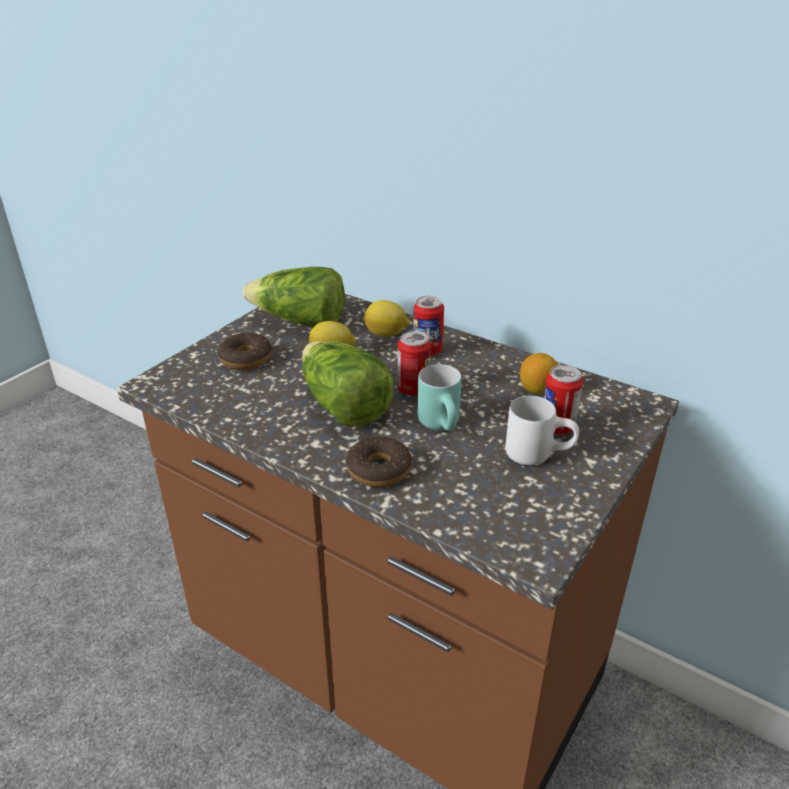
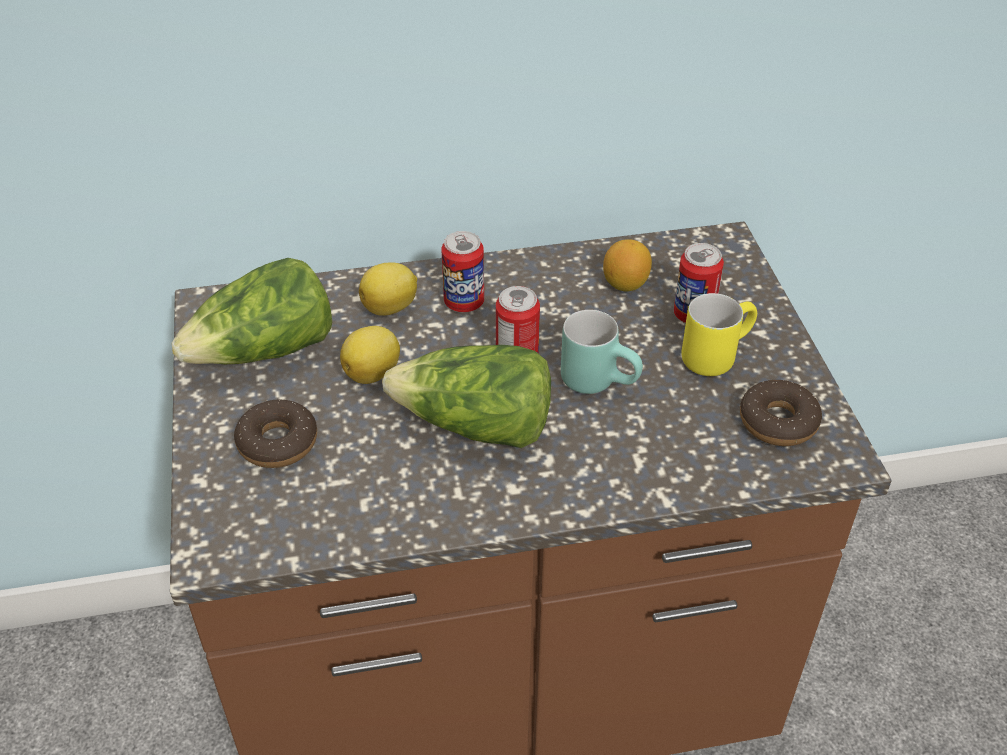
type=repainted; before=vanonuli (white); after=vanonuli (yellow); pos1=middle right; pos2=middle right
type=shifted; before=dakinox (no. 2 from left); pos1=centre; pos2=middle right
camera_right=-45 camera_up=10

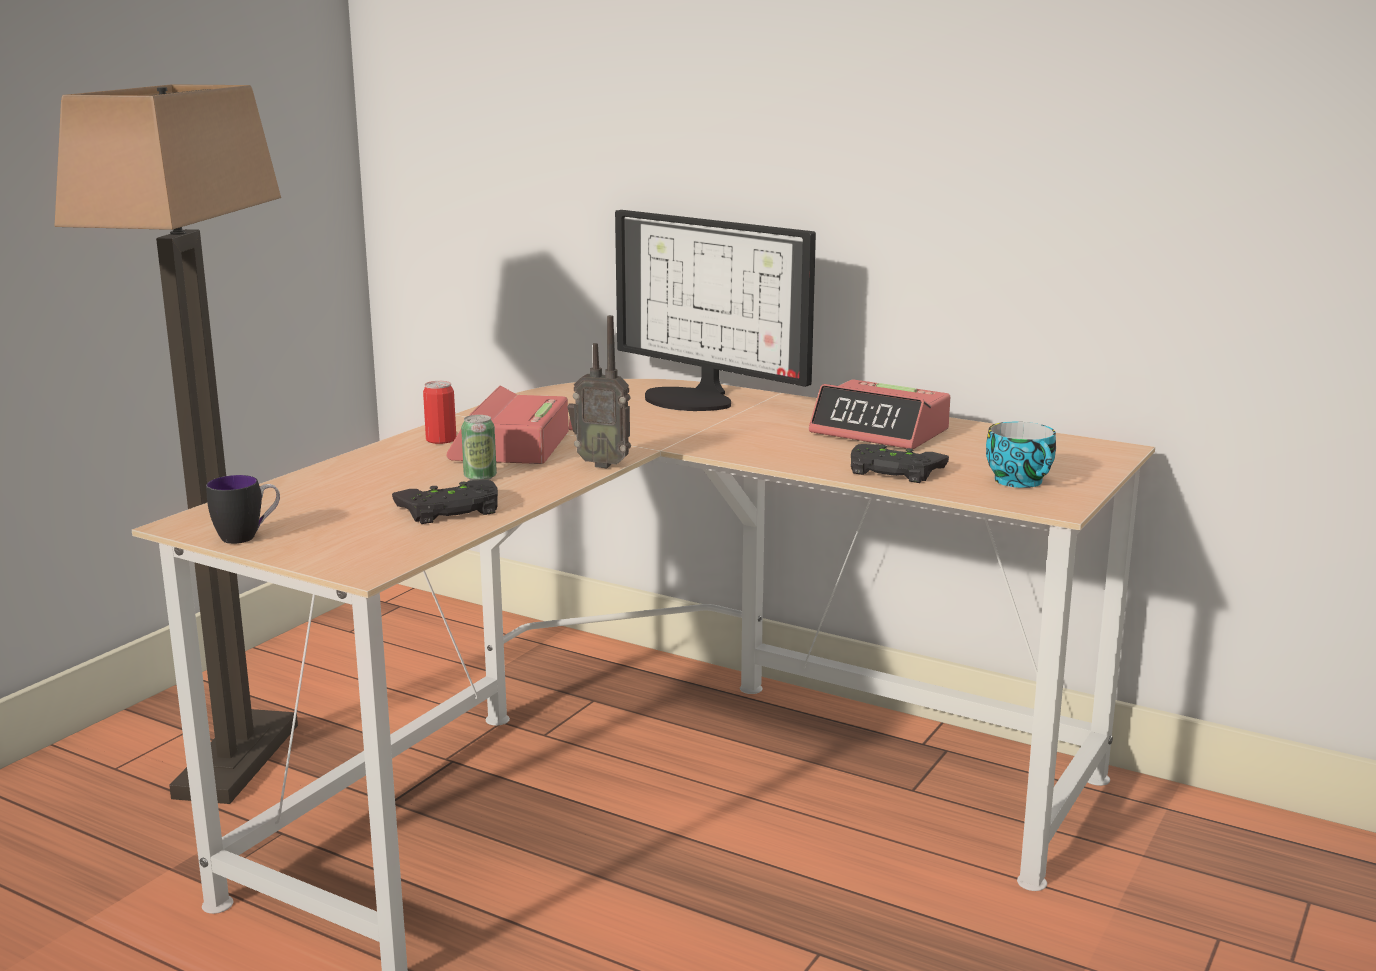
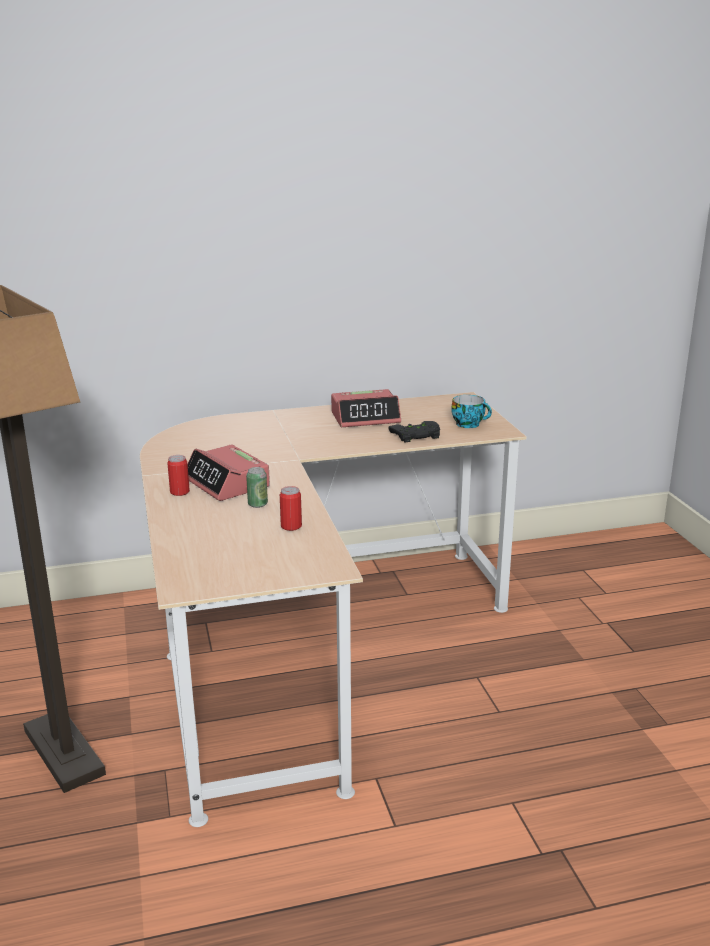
type=gone; before=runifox; pos1=top centre
type=gone; before=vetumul; pos1=centre
type=gone; before=vanonuli; pos1=middle left
type=swapped; before=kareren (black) (no. 1 from left); after=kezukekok (no. 3 from left); pos1=middle left; pos2=centre
camera_right=-45 camera_up=5

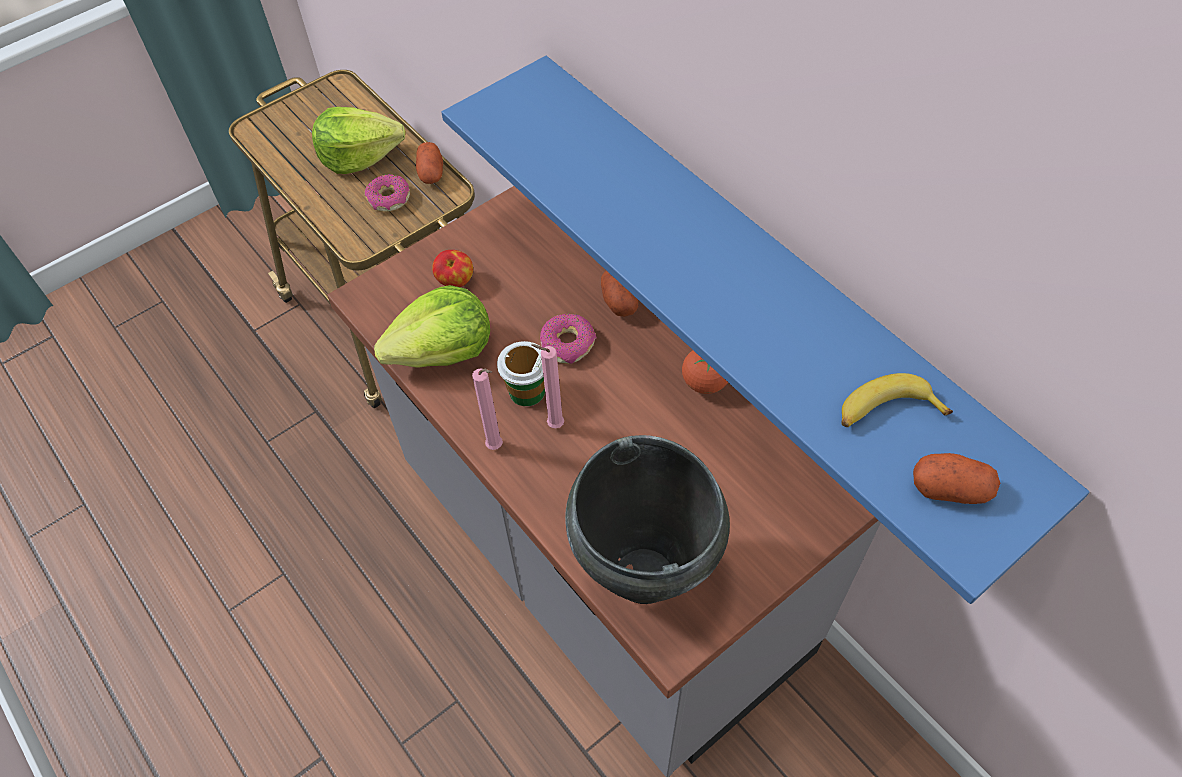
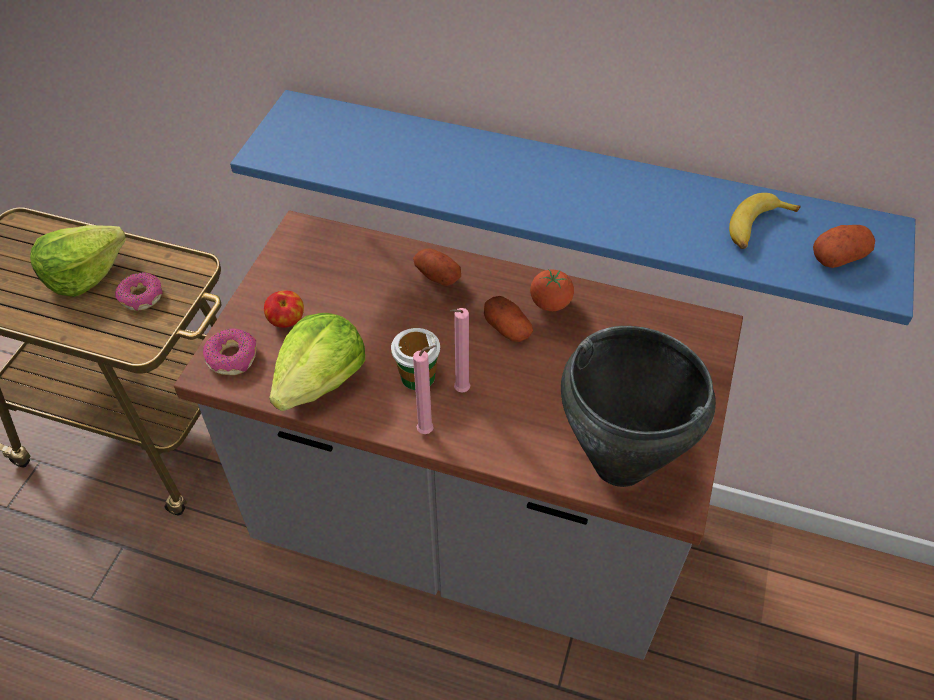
type=shifted; before=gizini (no. 1 from left in the first image); after=gizini (no. 2 from left); pos1=top centre; pos2=centre
type=shifted; before=dakinox (no. 2 from left); pos1=centre; pos2=middle left
camera_right=-35 camera_up=-5

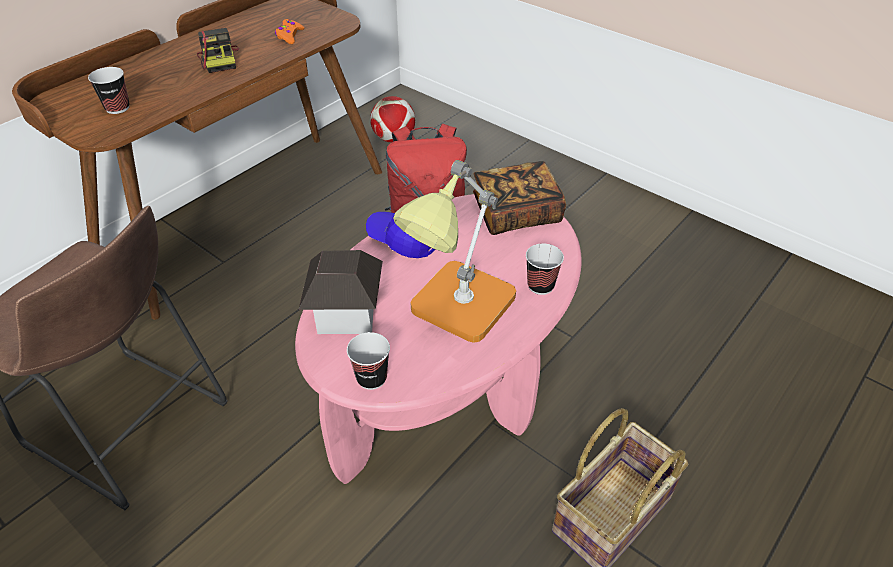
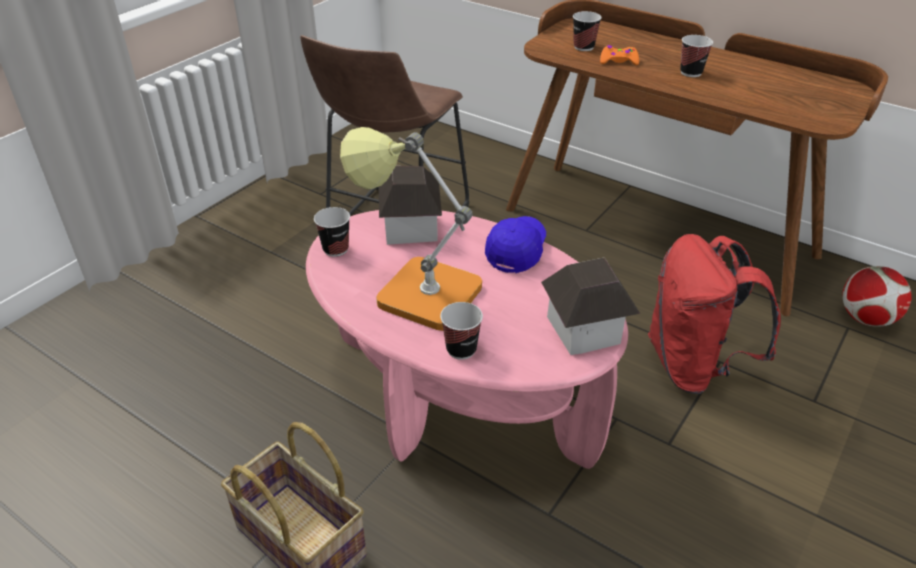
type=shifted; before=kareren (orange); pos1=top left; pos2=top right
type=swapped; before=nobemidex; after=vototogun (no. 4 from left); pos1=top left; pos2=top right
type=swapped; before=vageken; after=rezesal (no. 2 from left); pos1=centre; pos2=centre
camera_right=85 camera_up=-5

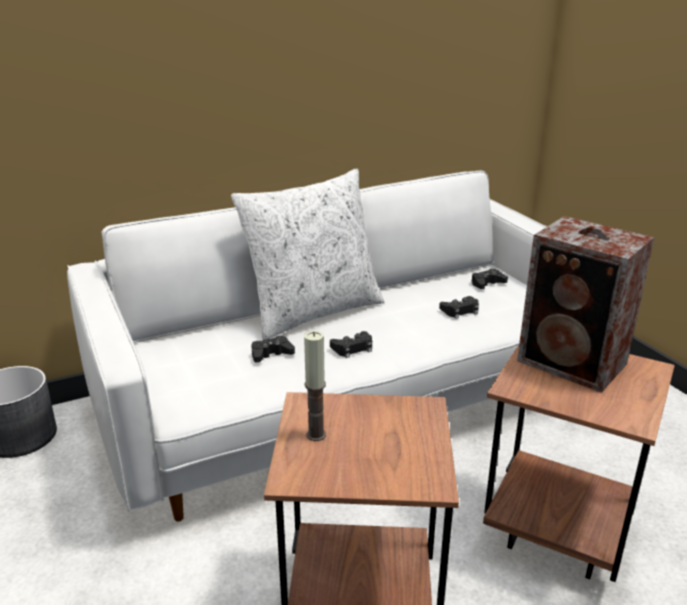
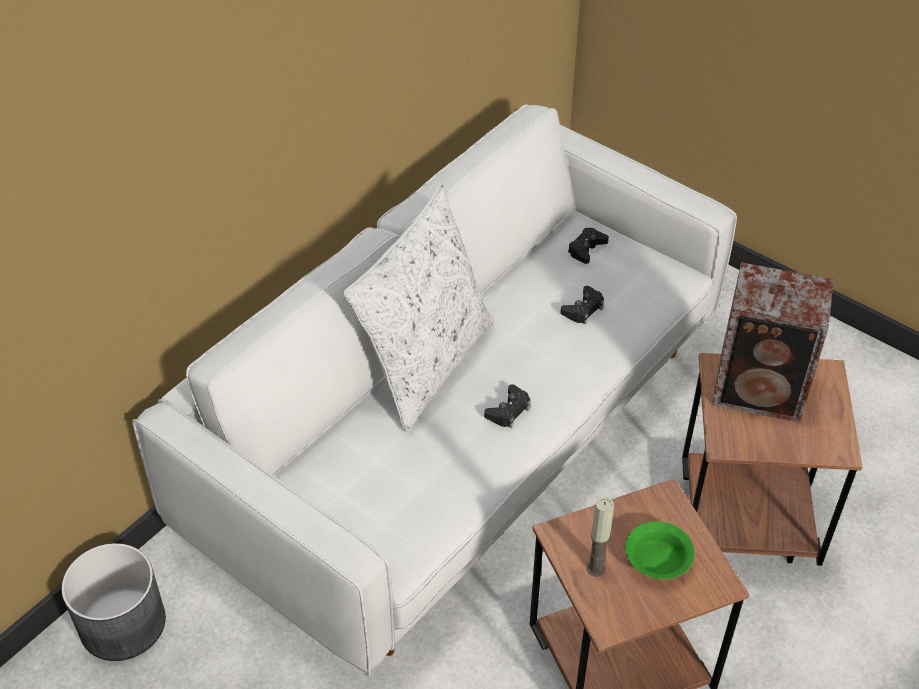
type=gone; before=kareren (black) (no. 1 from left); pos1=centre
type=new; after=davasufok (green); pos2=bottom right
camera_right=-25 camera_up=20

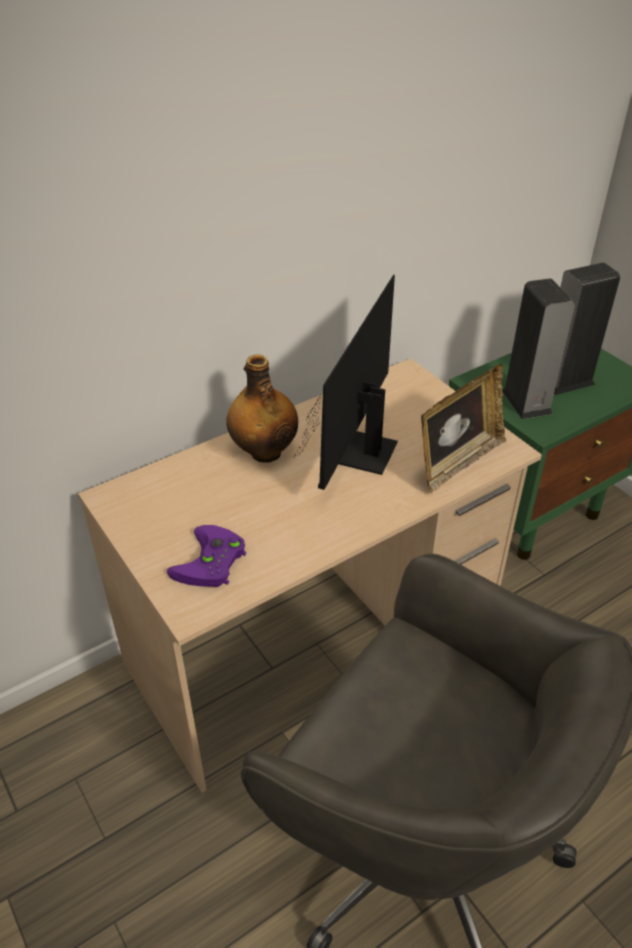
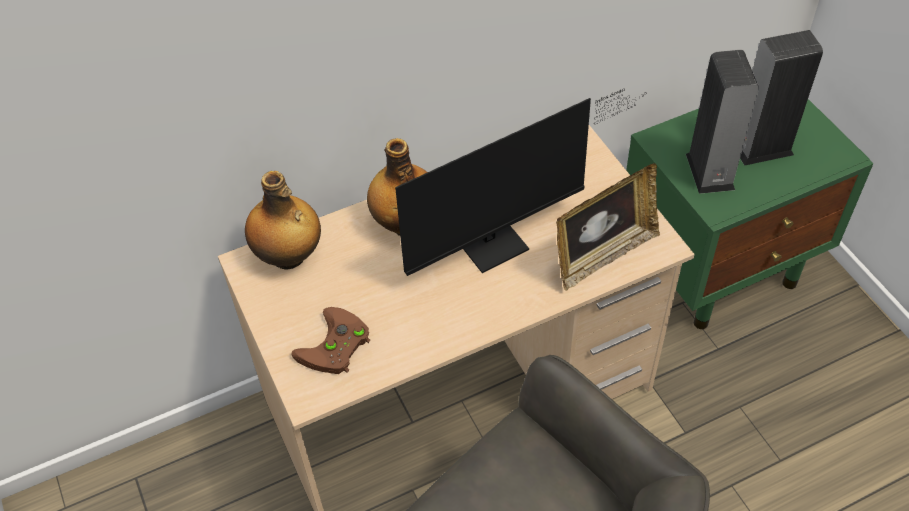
type=rotated; before=runifox; pos1=centre; pos2=centre; turn=-150
type=repainted; before=kareren (purple); after=kareren (brown); pos1=middle left; pos2=centre
type=new; after=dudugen (no. 1 from left); pos2=middle left
camera_right=10 camera_up=10

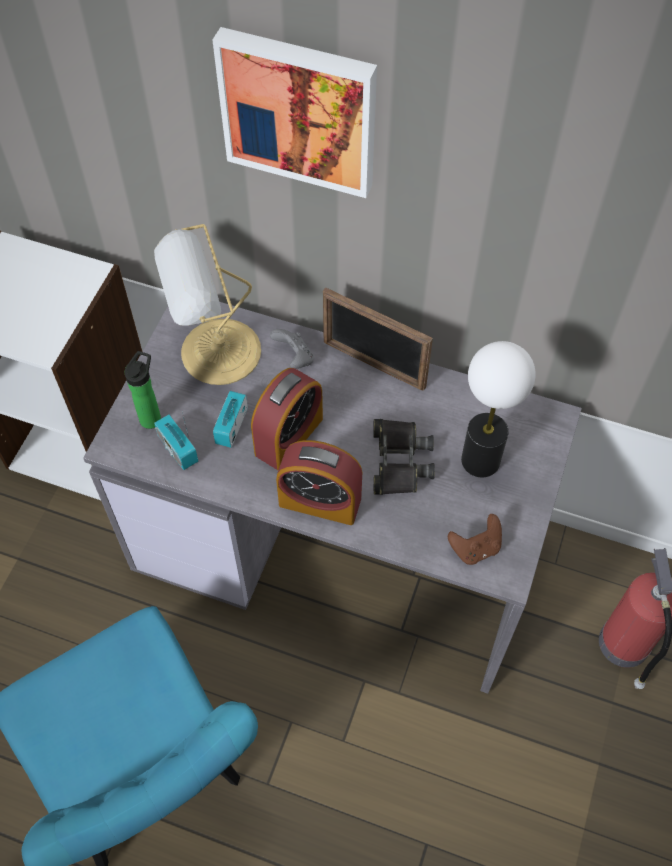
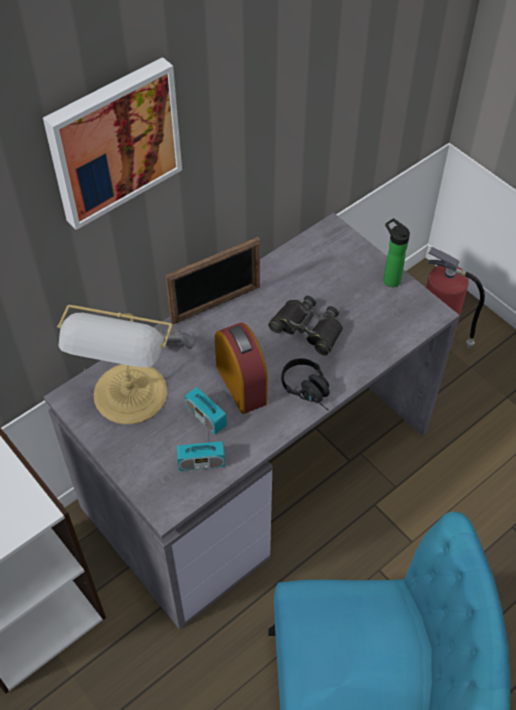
type=gone; before=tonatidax (no. 2 from left); pos1=middle right
type=shifted; before=dudugen; pos1=middle left; pos2=middle right
type=swapped; before=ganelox (no. 2 from left); after=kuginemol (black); pos1=centre; pos2=centre
type=gone; before=kareren (brown); pos1=middle right
camera_right=-60 camera_up=-5

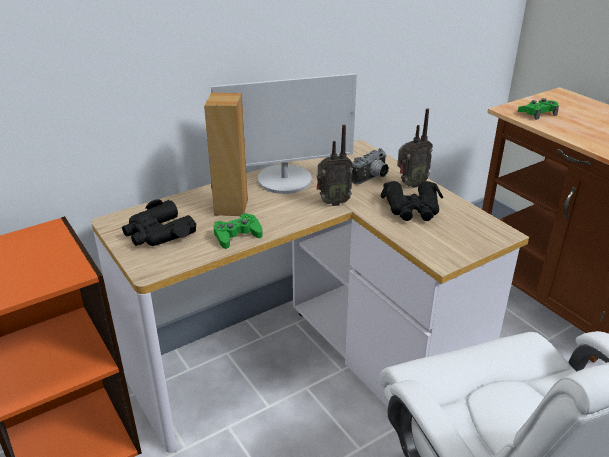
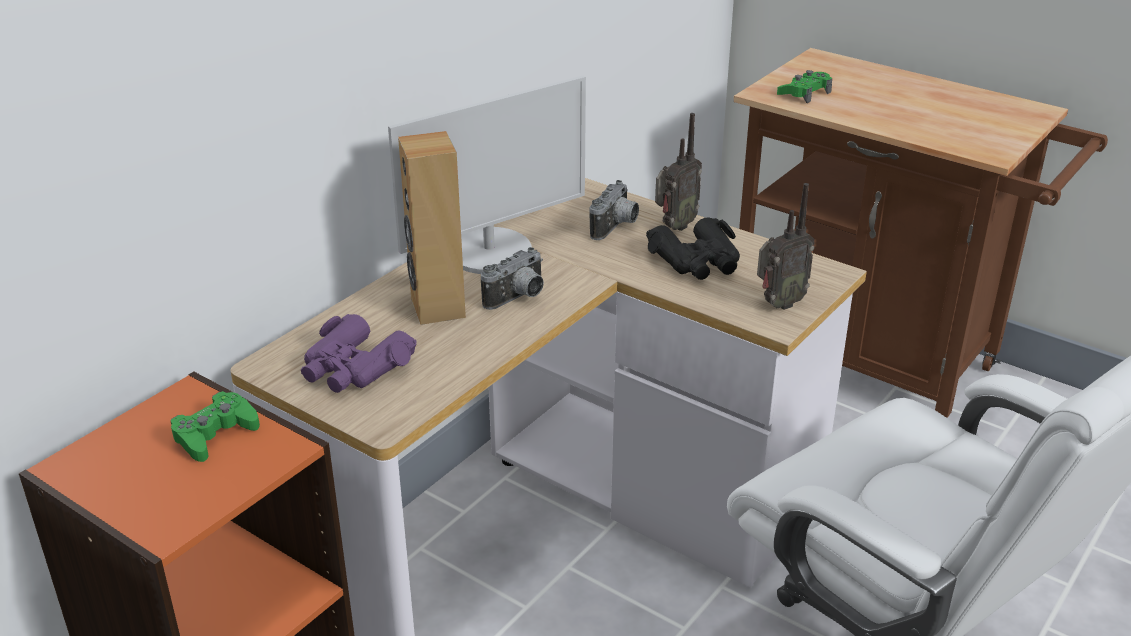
type=shifted; before=vetumul (no. 1 from left in the first image); after=vetumul (no. 2 from left); pos1=centre; pos2=middle right
type=repainted; before=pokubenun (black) (no. 1 from left); after=pokubenun (purple); pos1=middle left; pos2=middle left
type=shifted; before=kareren (green) (no. 1 from left); pos1=centre; pos2=bottom left
type=new; after=nobemidex (no. 1 from left); pos2=centre
camera_right=-20 camera_up=0

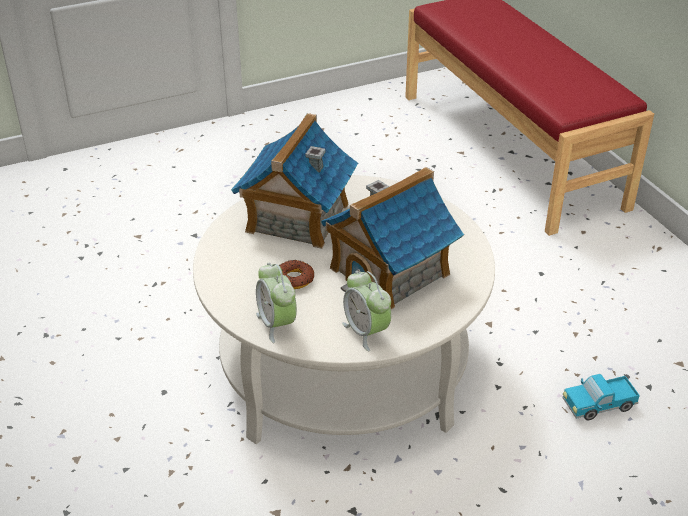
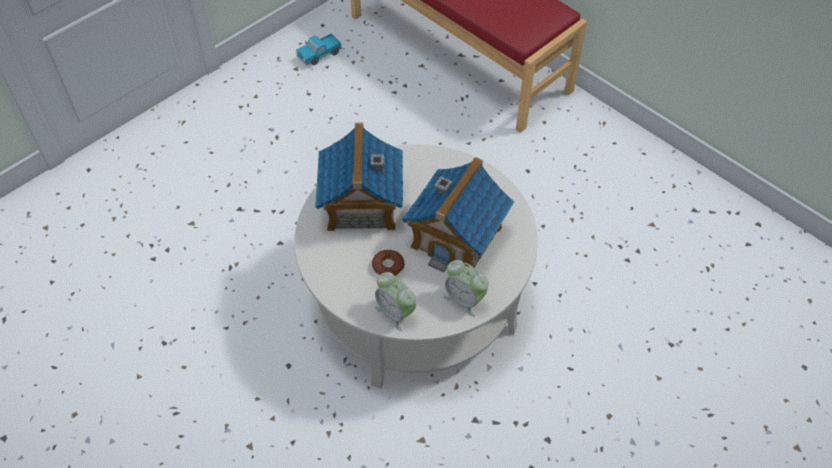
type=shifted; before=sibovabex; pos1=bottom right; pos2=top centre
camera_right=-20 camera_up=15

